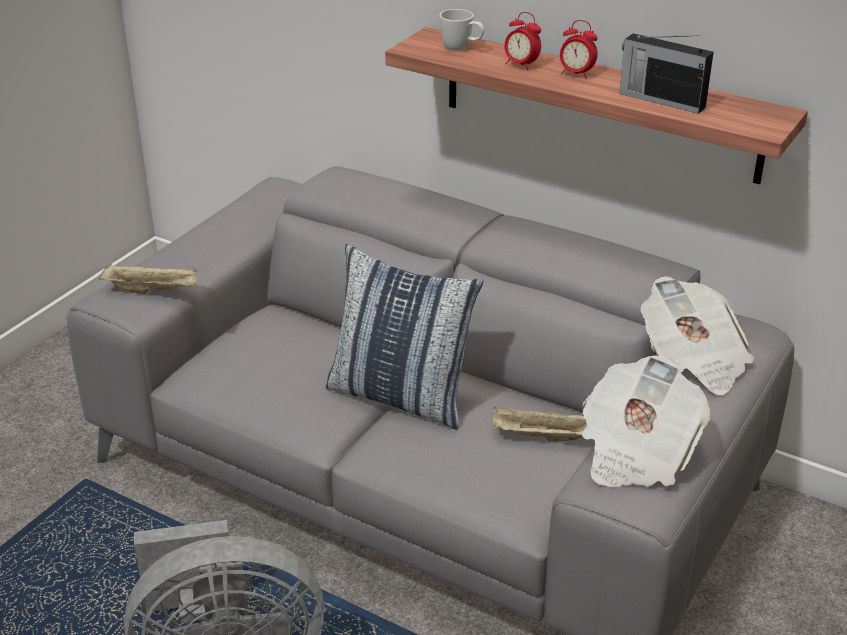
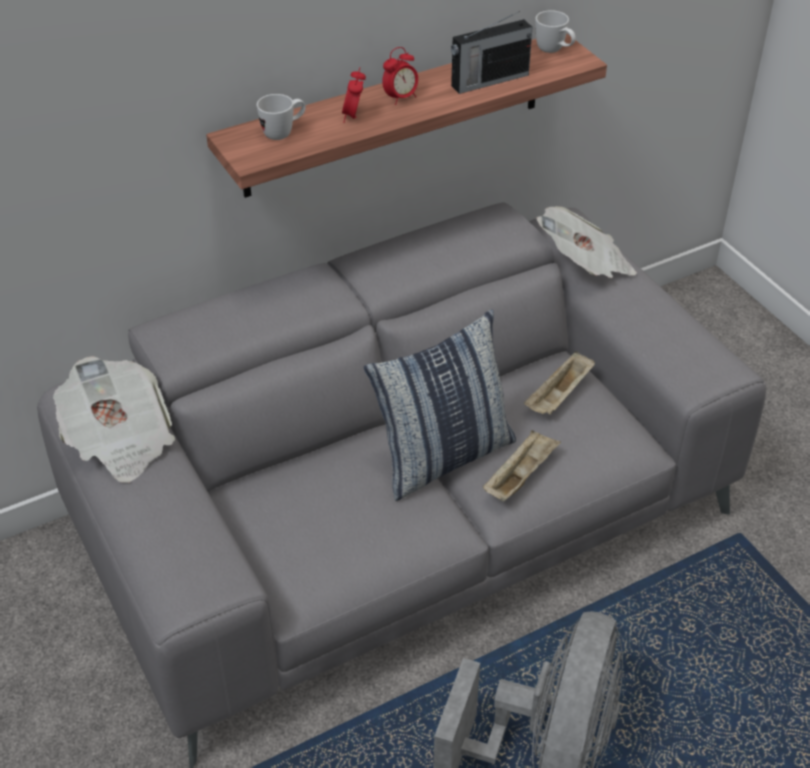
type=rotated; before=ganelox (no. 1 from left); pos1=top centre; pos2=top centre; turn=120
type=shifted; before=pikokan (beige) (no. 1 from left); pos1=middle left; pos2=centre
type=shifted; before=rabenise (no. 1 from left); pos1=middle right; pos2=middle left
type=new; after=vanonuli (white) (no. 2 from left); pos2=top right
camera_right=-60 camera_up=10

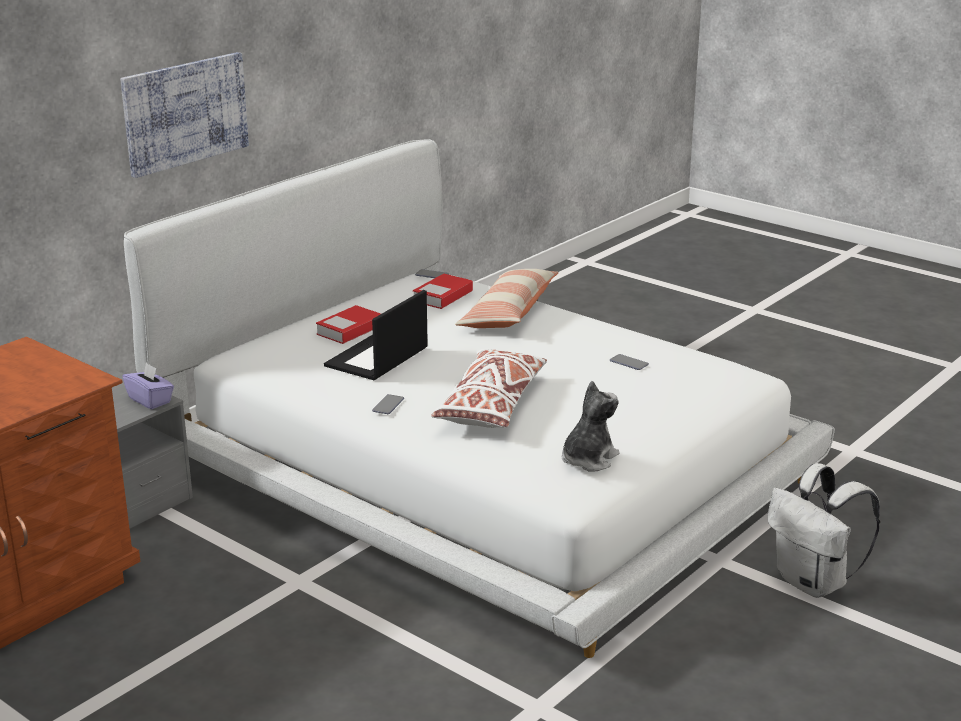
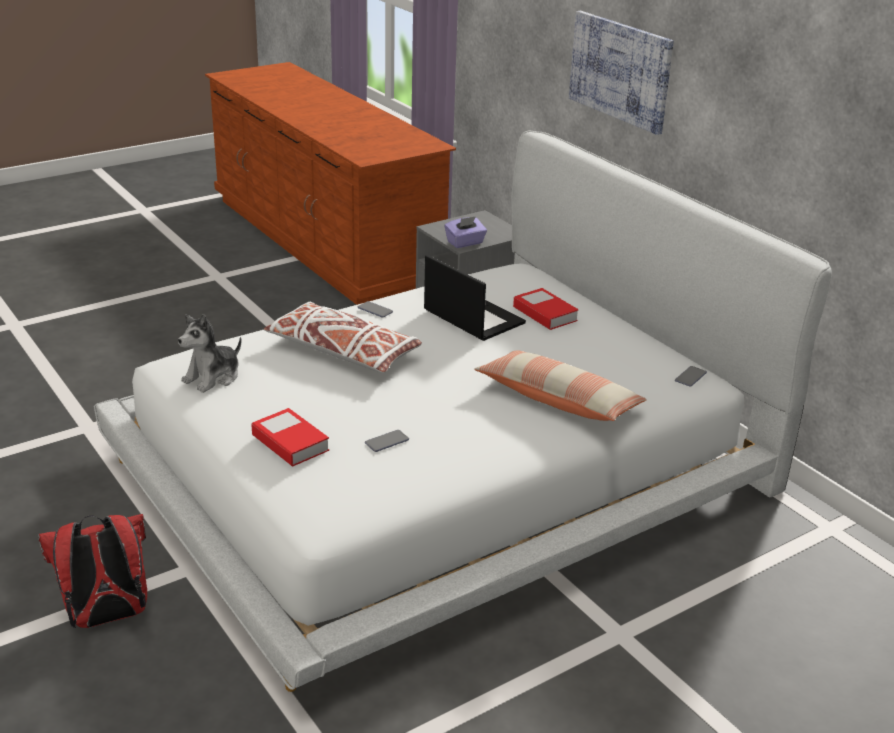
type=shifted; before=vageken (no. 2 from left in the first image); after=vageken (no. 1 from left); pos1=centre; pos2=middle left
type=rotated; before=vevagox; pos1=centre; pos2=middle left; turn=75
type=repainted; before=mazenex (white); after=mazenex (red); pos1=bottom right; pos2=bottom left
camera_right=105 camera_up=5

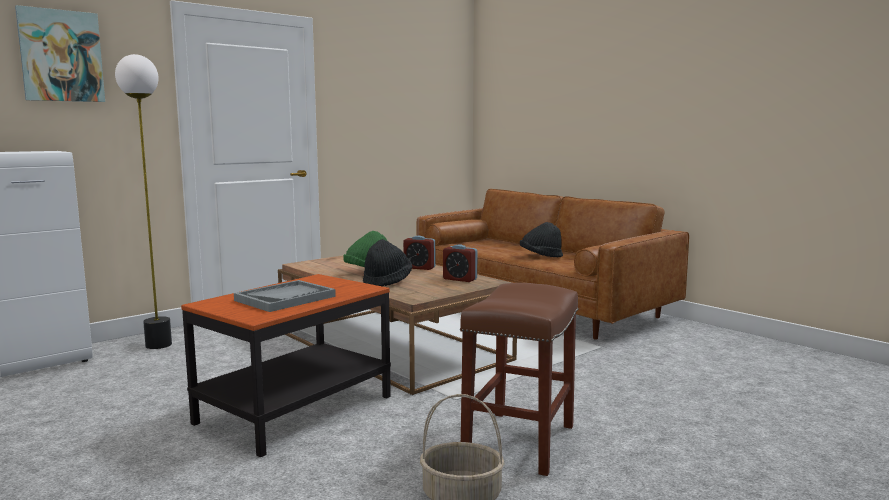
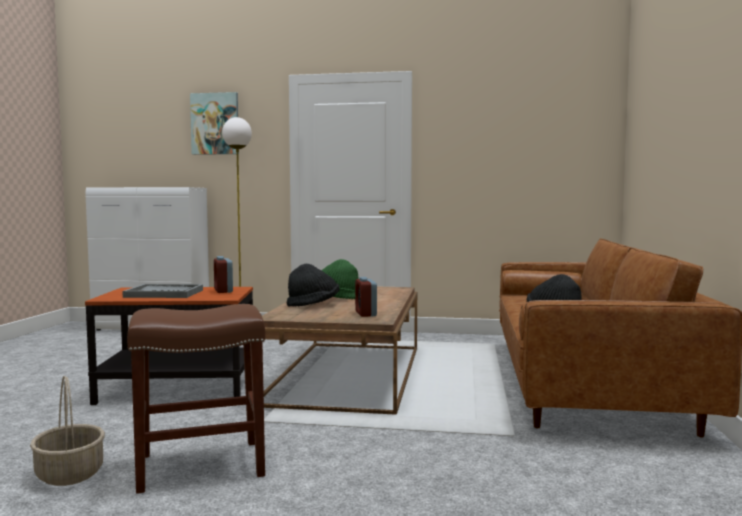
type=shifted; before=ganelox (no. 1 from left); pos1=centre; pos2=middle left
camera_right=50 camera_up=-5

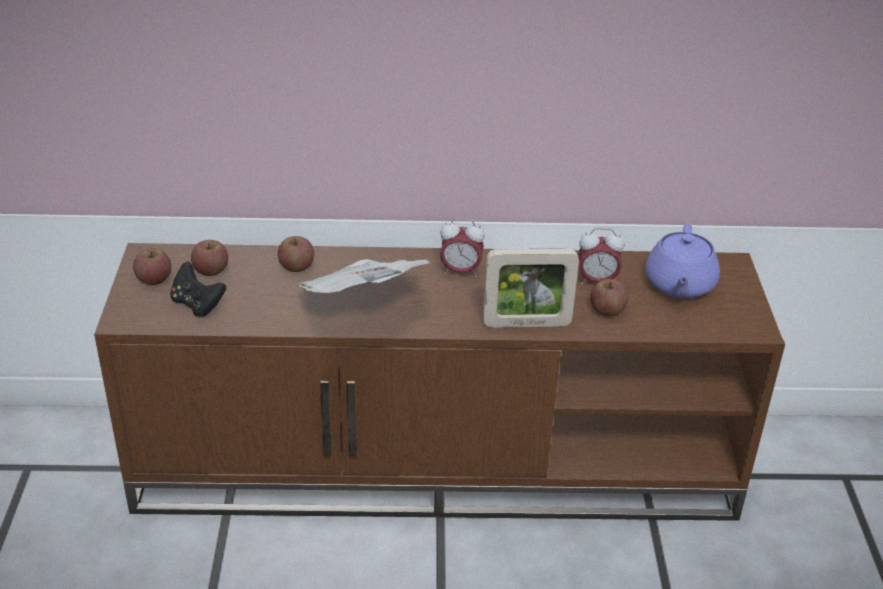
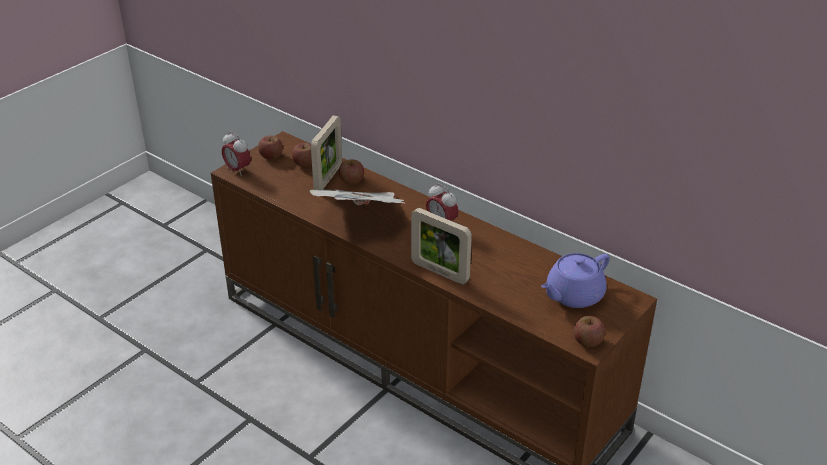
type=shifted; before=ganelox (no. 2 from left in the first image); after=ganelox (no. 1 from left); pos1=middle right; pos2=top left
type=gone; before=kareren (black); pos1=middle left
type=shifted; before=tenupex (no. 4 from left); pos1=middle right; pos2=bottom right
type=new; after=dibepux (no. 1 from left); pos2=top centre
camera_right=40 camera_up=0

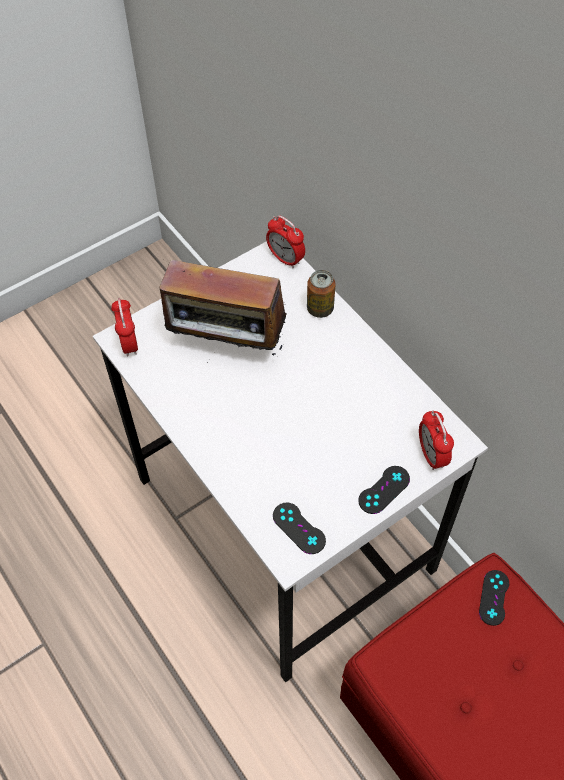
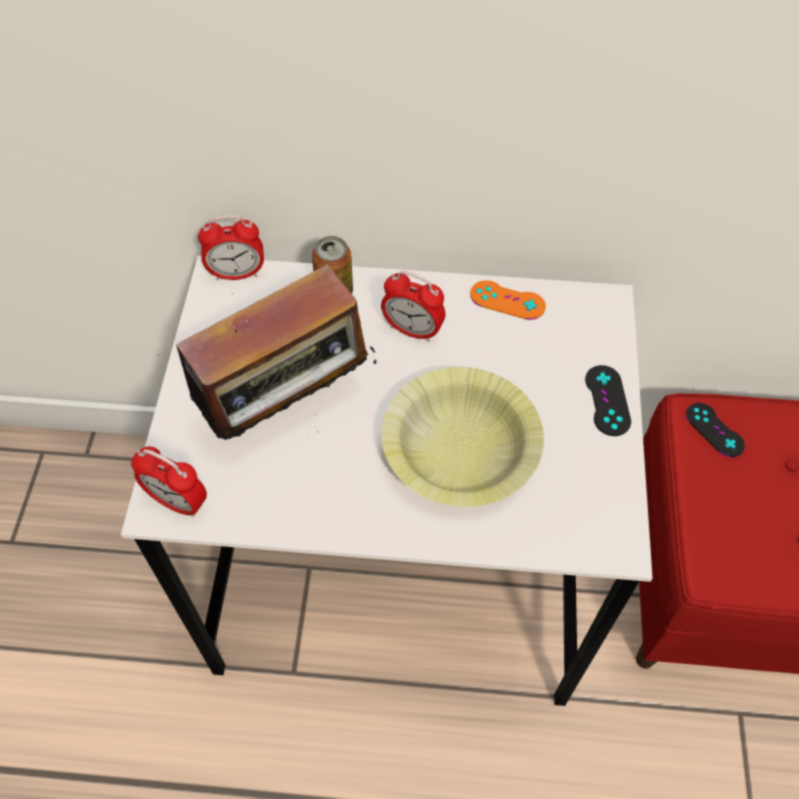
type=shifted; before=ganelox (no. 3 from left); pos1=middle right; pos2=centre
type=gone; before=kareren (black) (no. 1 from left); pos1=bottom centre
type=new; after=kareren (orange); pos2=centre
type=new; after=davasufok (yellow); pos2=centre
camera_right=-50 camera_up=0

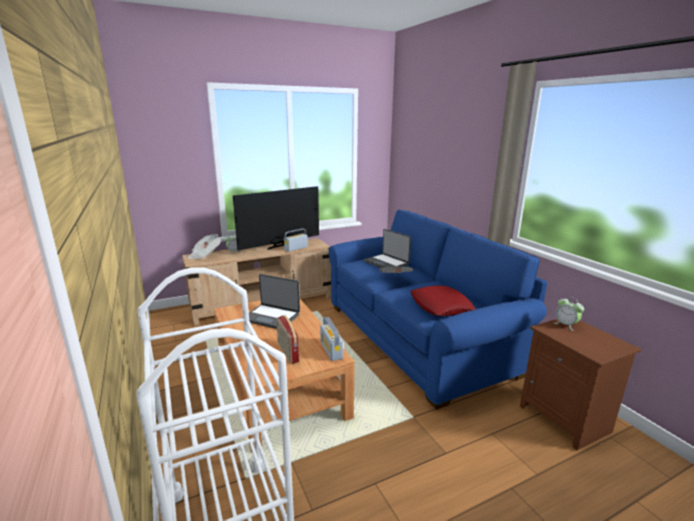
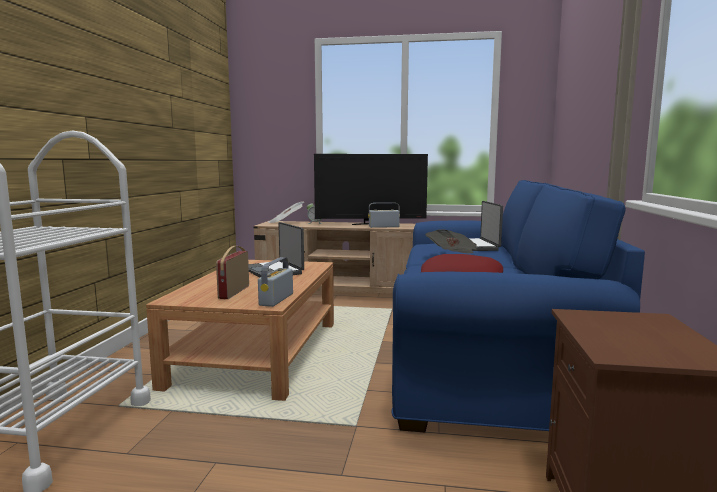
type=gone; before=ganelox (no. 2 from left); pos1=middle right
camera_right=35 camera_up=-10

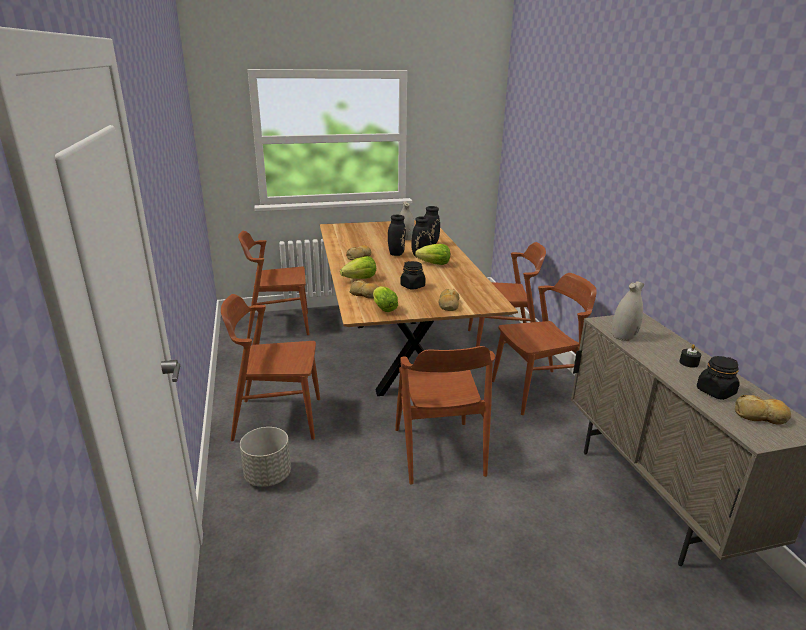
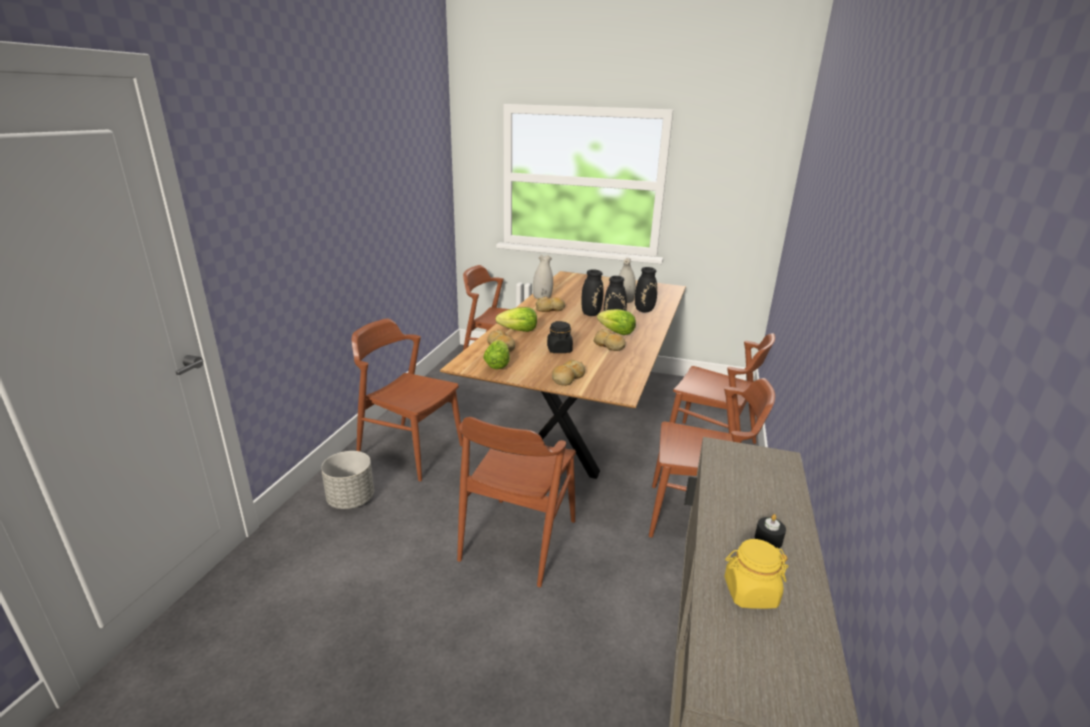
type=shifted; before=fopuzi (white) (no. 2 from left in the first image); after=fopuzi (white) (no. 1 from left); pos1=middle right; pos2=centre
type=repainted; before=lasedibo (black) (no. 2 from left); after=lasedibo (yellow); pos1=middle right; pos2=bottom right
type=shifted; before=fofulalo (no. 4 from left); pos1=middle right; pos2=centre
camera_right=30 camera_up=0

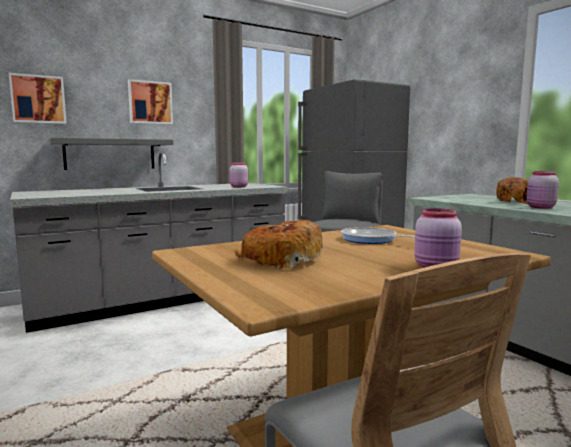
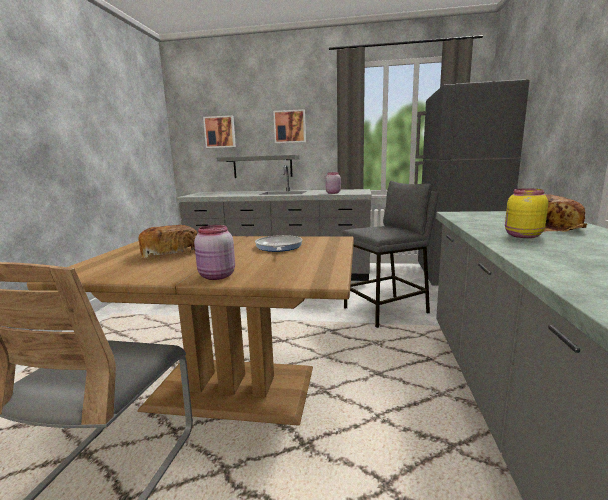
type=repainted; before=lasedibo (pink) (no. 3 from left); after=lasedibo (yellow); pos1=middle right; pos2=middle right
camera_right=40 camera_up=5

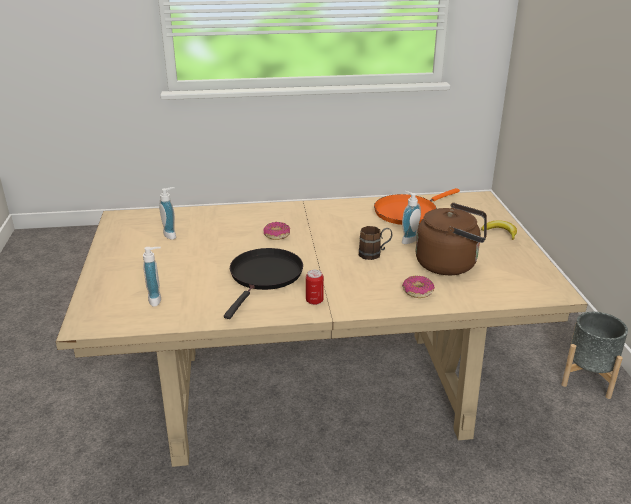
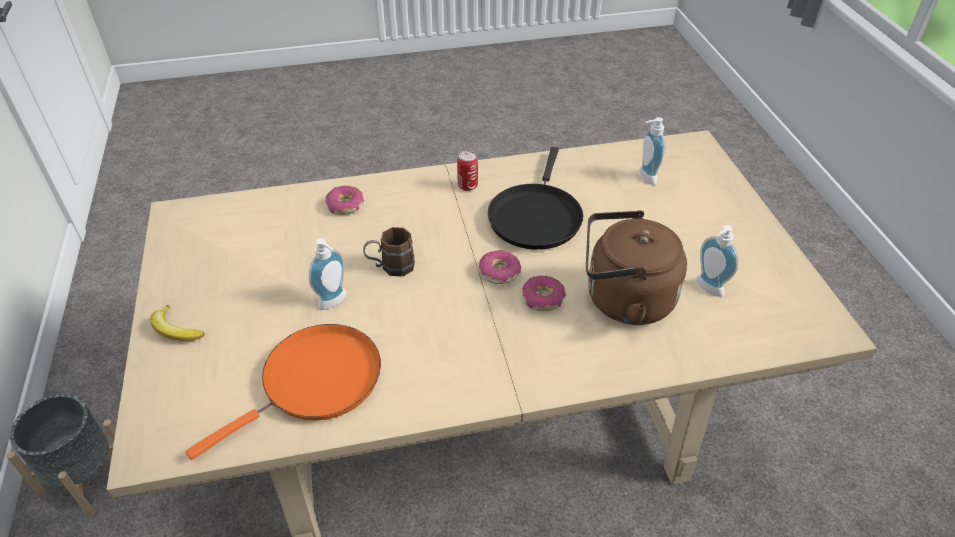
type=shifted; before=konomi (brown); pos1=middle right; pos2=centre
type=new; after=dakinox (no. 2 from left); pos2=centre
camera_right=175 camera_up=15

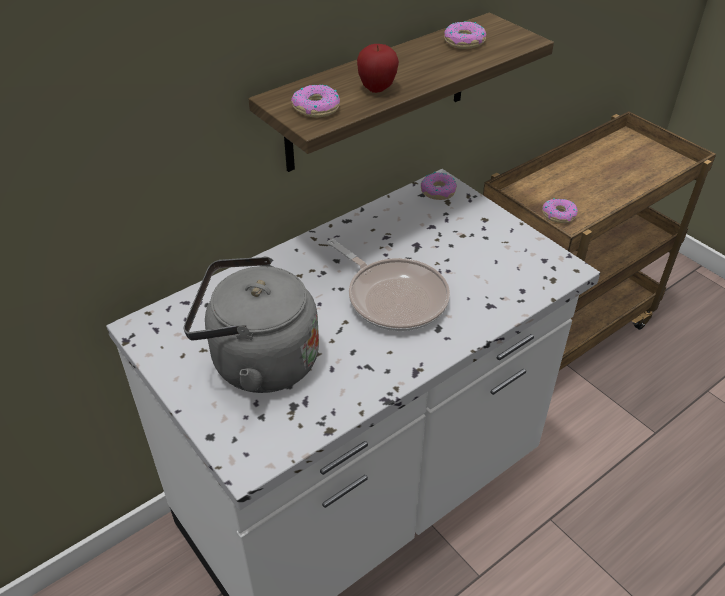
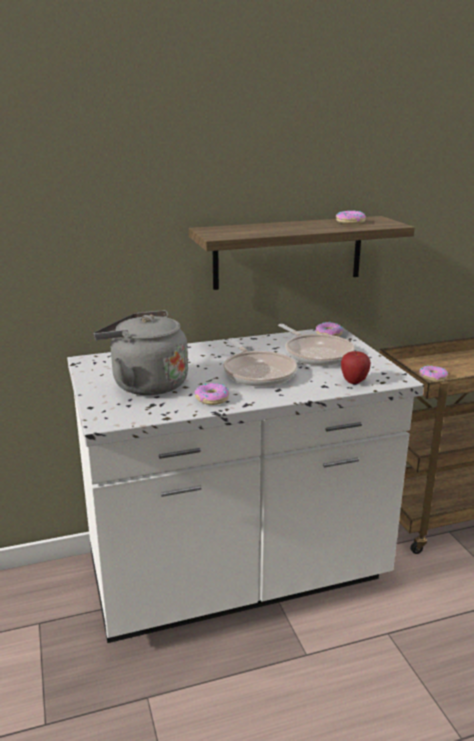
type=shifted; before=tenupex; pos1=top centre; pos2=middle right
type=shifted; before=dakinox (no. 1 from left); pos1=top centre; pos2=centre
type=new; after=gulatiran (no. 2 from left); pos2=middle right
camera_right=20 camera_up=-20

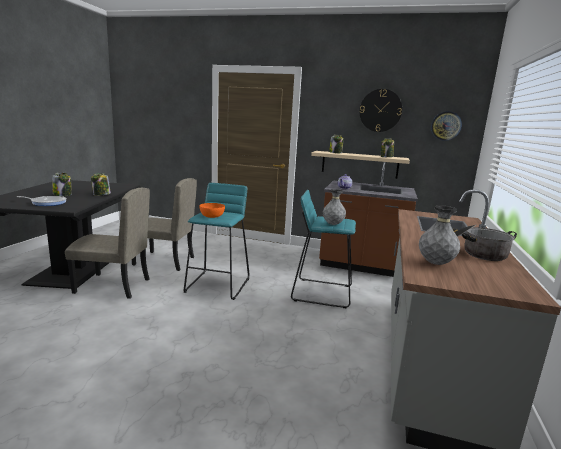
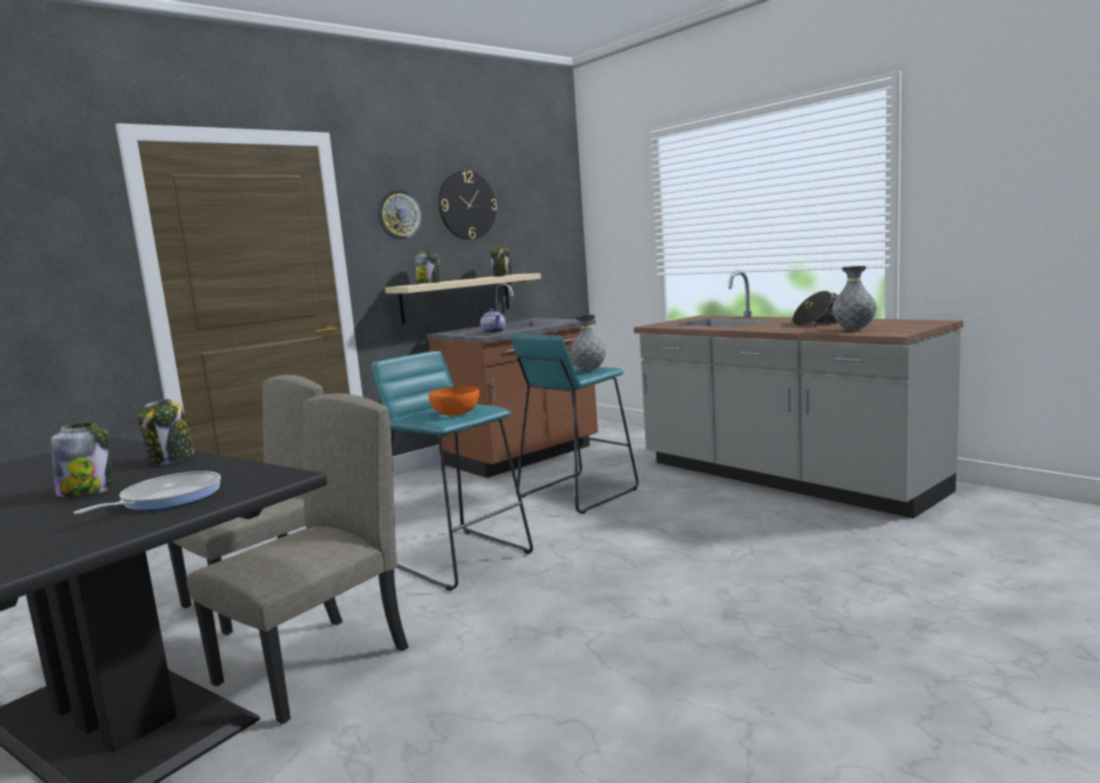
type=shifted; before=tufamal (no. 2 from left in the first image); after=tufamal (no. 1 from left); pos1=top right; pos2=top centre
camera_right=-55 camera_up=-5

